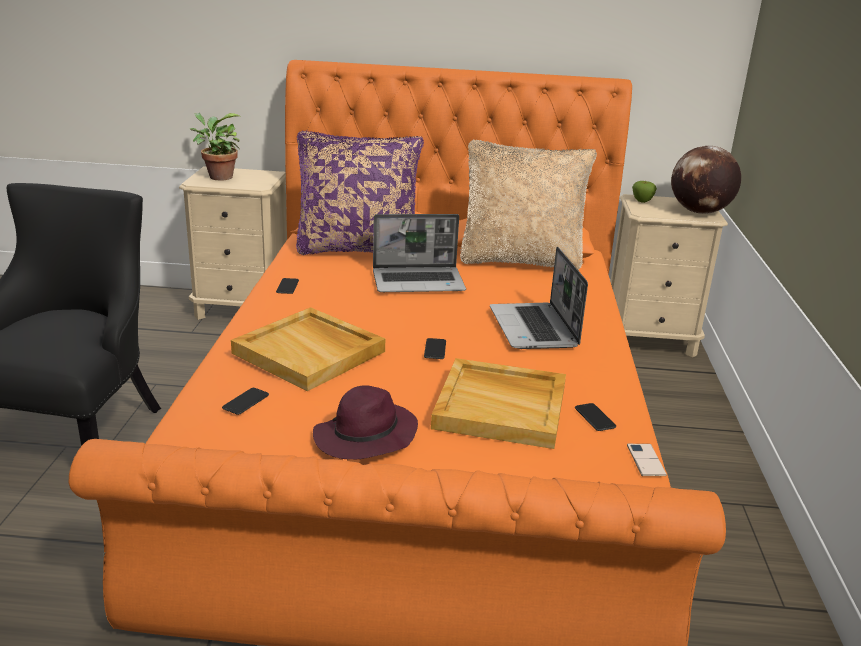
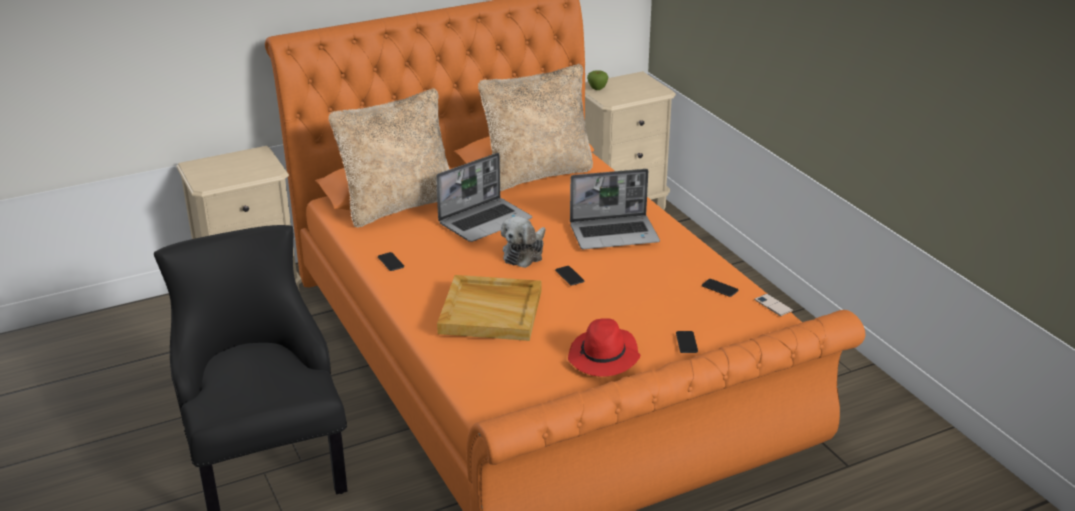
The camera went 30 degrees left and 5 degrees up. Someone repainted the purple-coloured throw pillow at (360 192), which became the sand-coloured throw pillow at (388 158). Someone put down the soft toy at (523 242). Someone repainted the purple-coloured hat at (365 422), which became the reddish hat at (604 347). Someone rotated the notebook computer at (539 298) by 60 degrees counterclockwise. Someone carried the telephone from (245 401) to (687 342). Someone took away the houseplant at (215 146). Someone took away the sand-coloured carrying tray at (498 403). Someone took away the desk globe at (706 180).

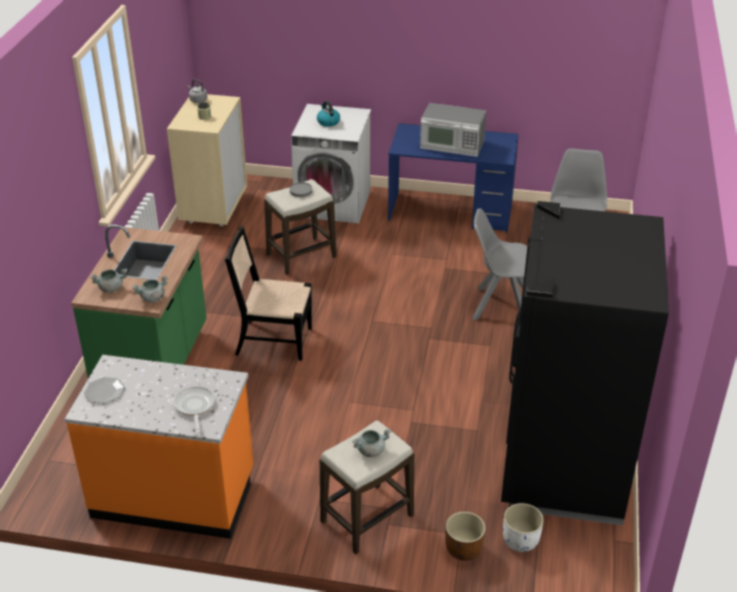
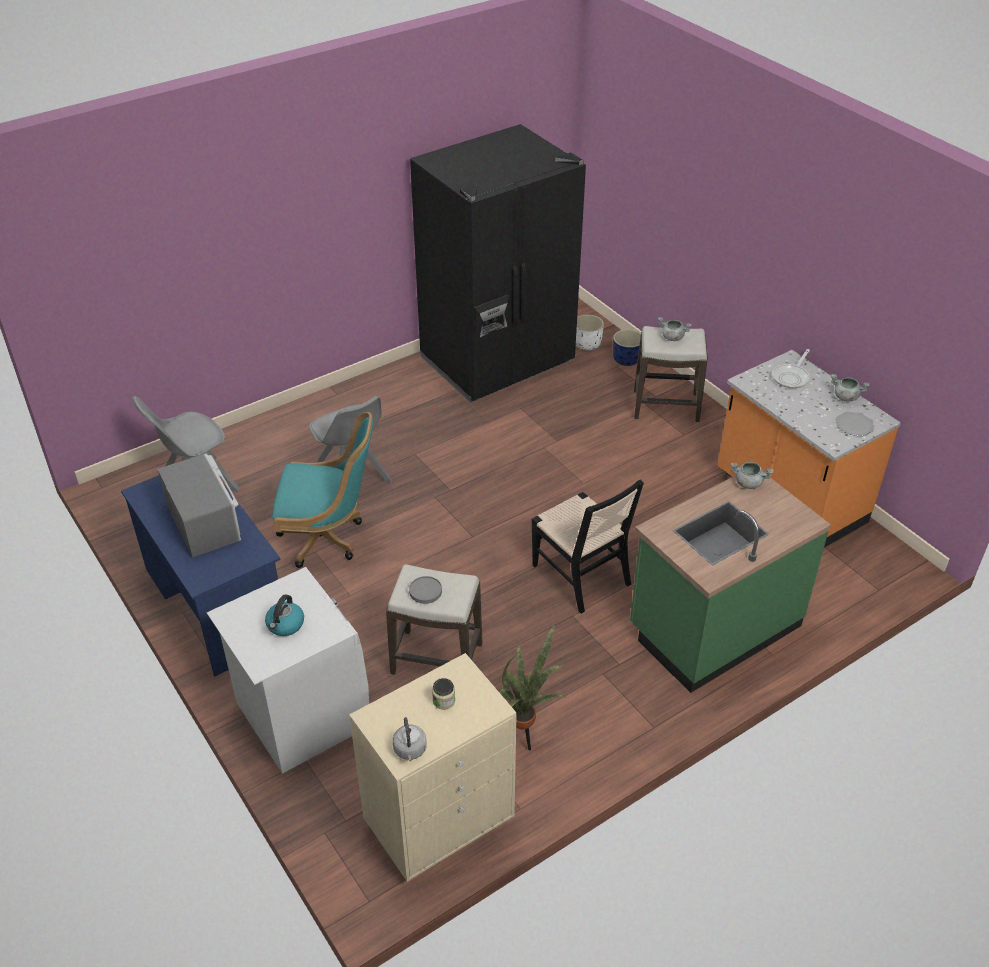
The camera went 135 degrees left and 5 degrees up. Someone put down the turquoise-coloured desk chair at (322 490). Someone put down the houseplant at (532 688). Someone repainted the brownish planter at (465 536), which became the blue-coloured planter at (627 347). Someone carried the grey stockpot from (108 280) to (850 388).

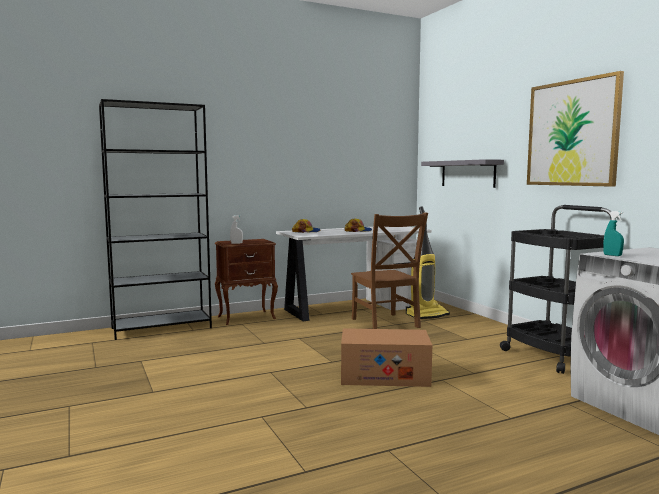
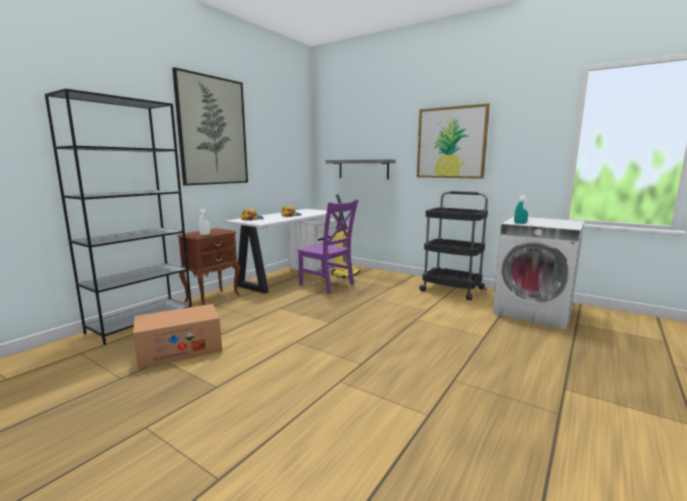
The camera went 30 degrees left and 5 degrees up. Someone carried the packing box from (386 357) to (177 336). Someone put up the wall art at (210 126). Someone repainted the brownish plain chair at (389 271), which became the purple-coloured plain chair at (327 246).

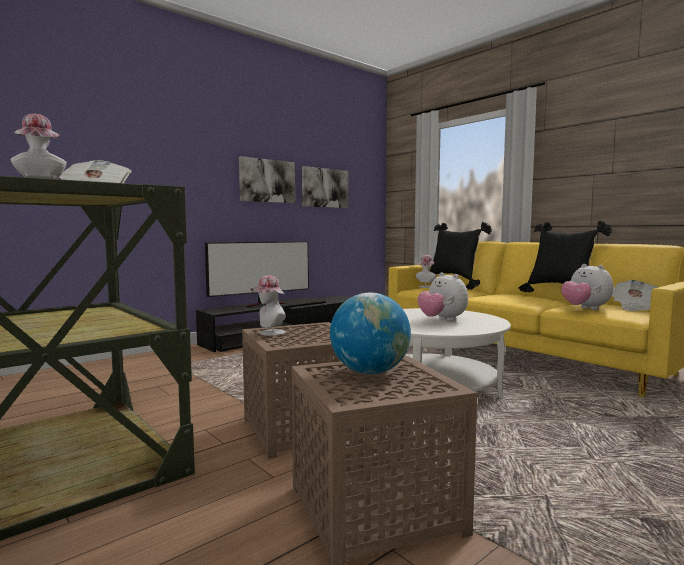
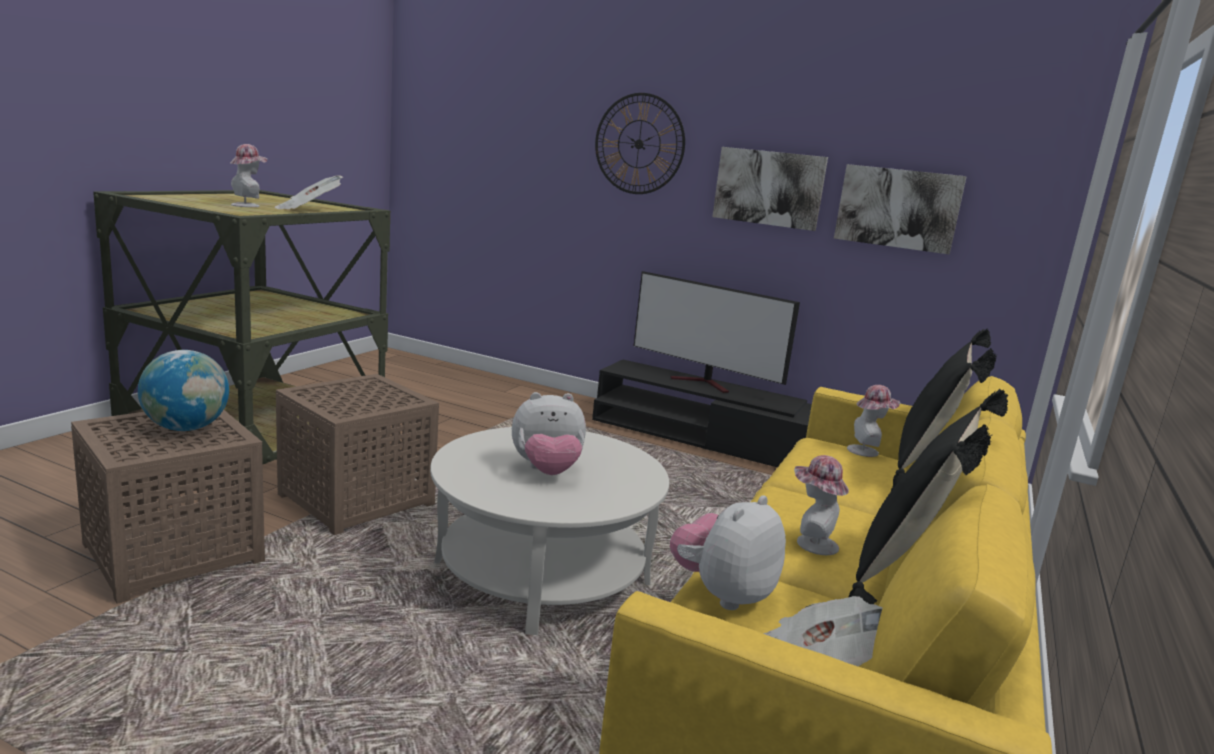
The camera went 65 degrees right and 10 degrees up. Someone rotated the soft toy at (442 296) by 135 degrees counterclockwise. Someone put up the wall clock at (640 143). Someone carried the hat from (268 305) to (821 505).

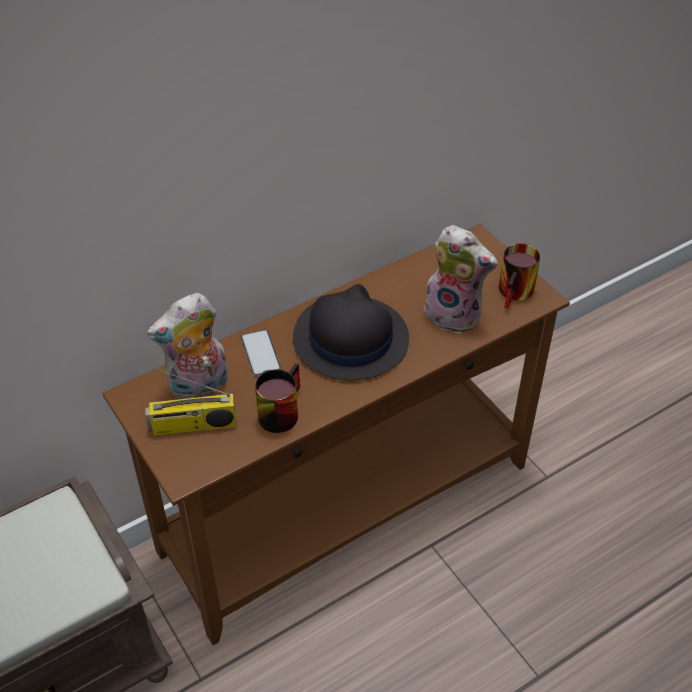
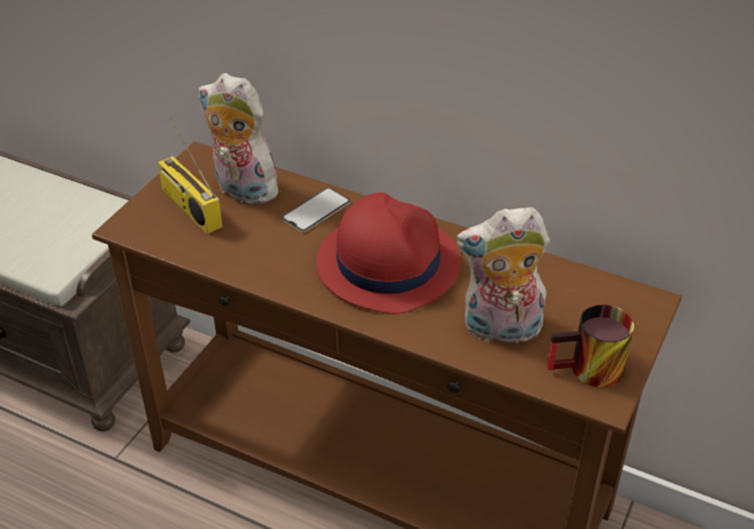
The camera went 60 degrees right and 5 degrees down. Someone repainted the black-coloured hat at (351 332), which became the reddish hat at (388 253). Someone rotated the soft toy at (459 279) by 90 degrees clockwise. Someone took away the coffee mug at (277 398).

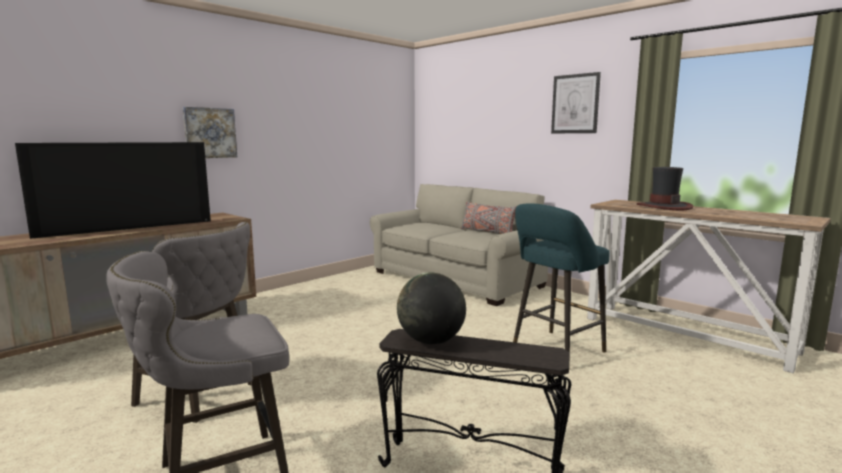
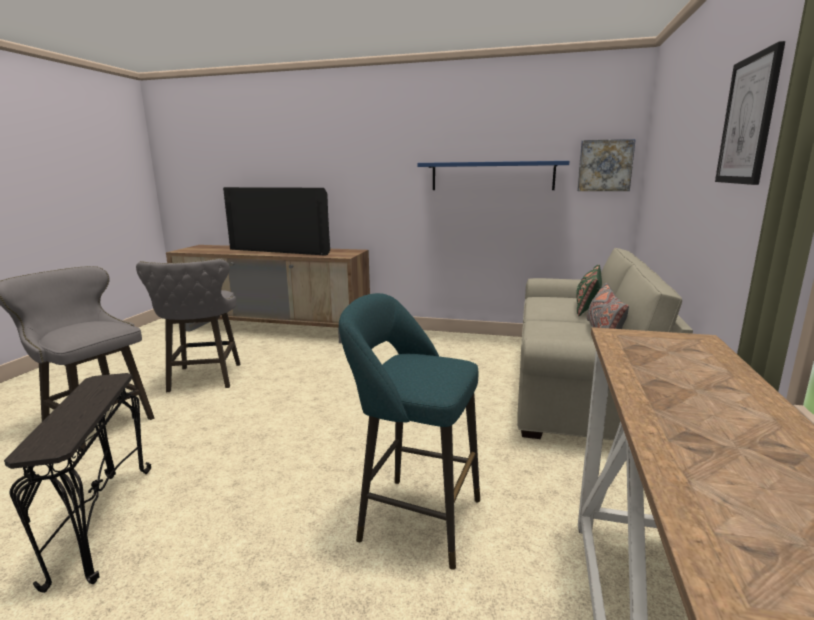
The camera went 60 degrees right and 5 degrees up. Someone put up the blue-coloured wall shelf at (493 175). Someone put down the greenish throw pillow at (589 290). Someone carried the wall art from (210 132) to (606 165). Someone took away the desk globe at (431 308). Someone took away the hat at (665 188).

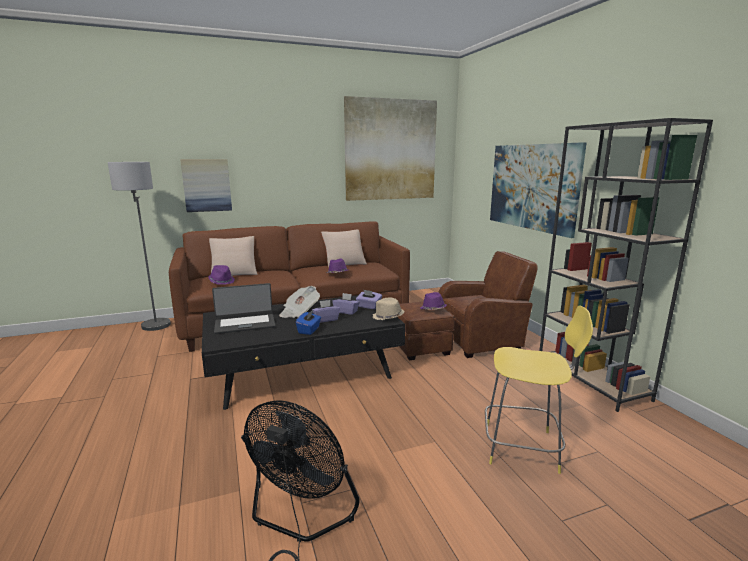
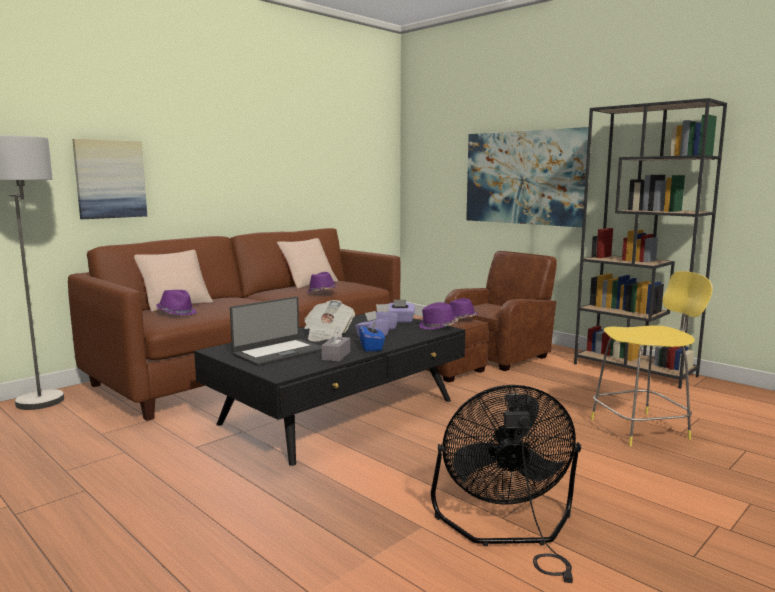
The camera went 25 degrees left and 5 degrees down. Someone put down the grey box of tissues at (335 344). Someone repainted the sand-coloured hat at (389 308), which became the purple-coloured hat at (438 315). Someone took away the wall art at (390 148).

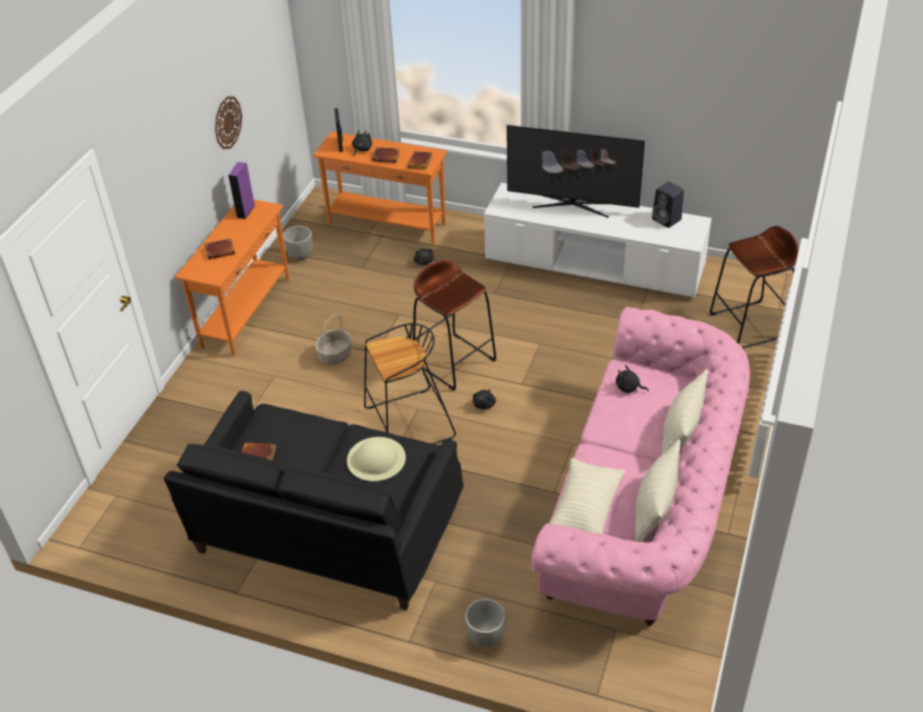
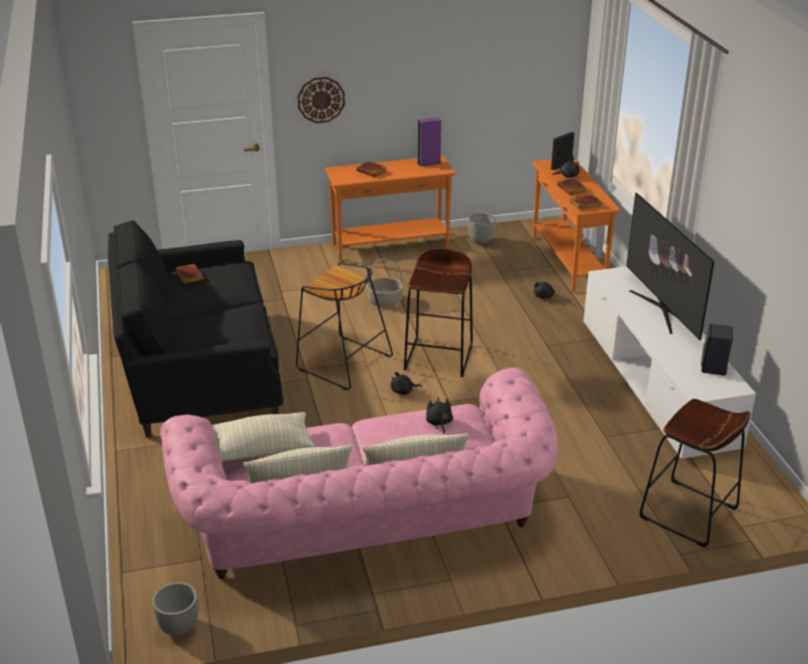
The camera went 55 degrees right and 10 degrees down. Someone carried the grey planter from (485 623) to (175 608). Someone carried the wall clock from (228 122) to (321 100). Someone took away the sand-coloured hat at (376 459).

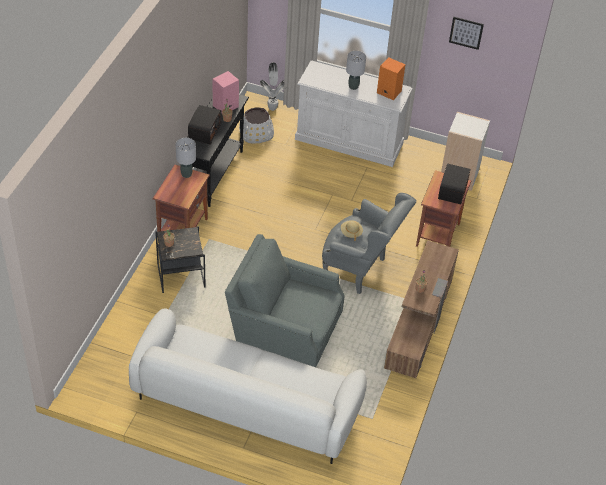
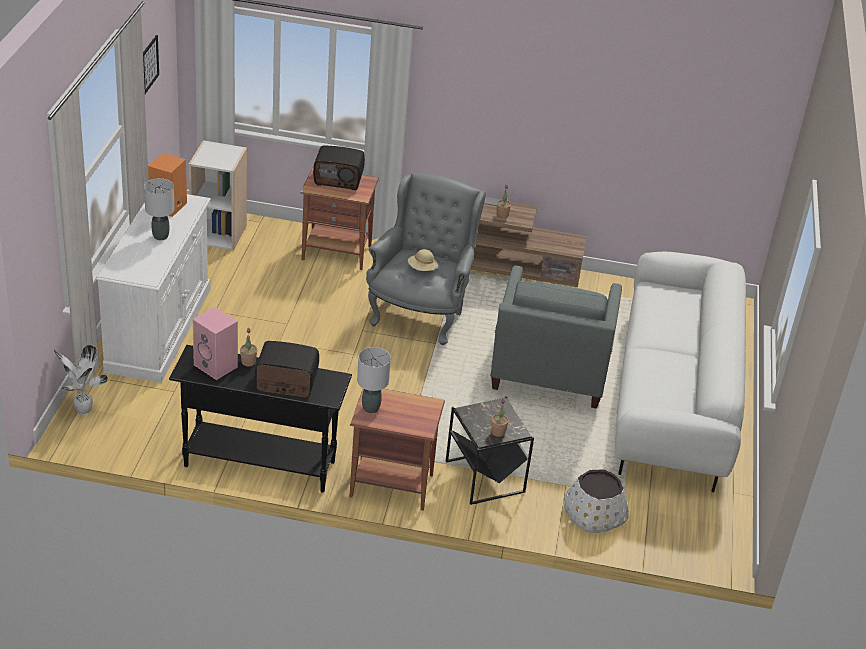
The camera went 100 degrees left and 10 degrees down. Someone carried the whitish planter from (256 125) to (596 501).

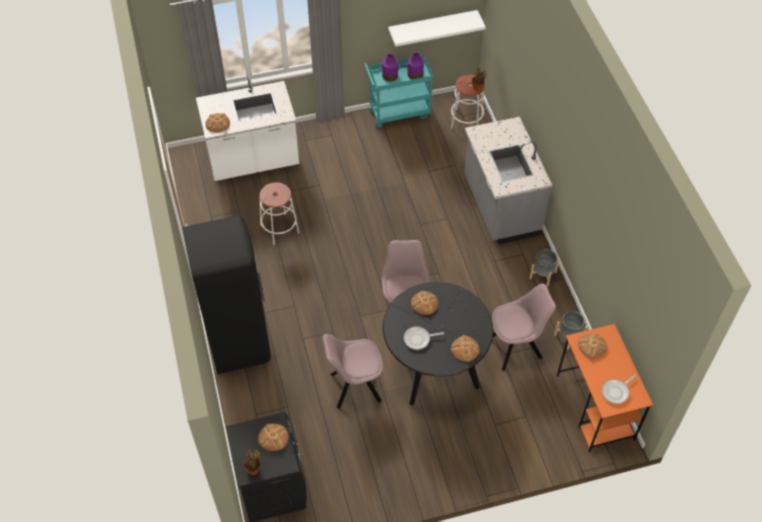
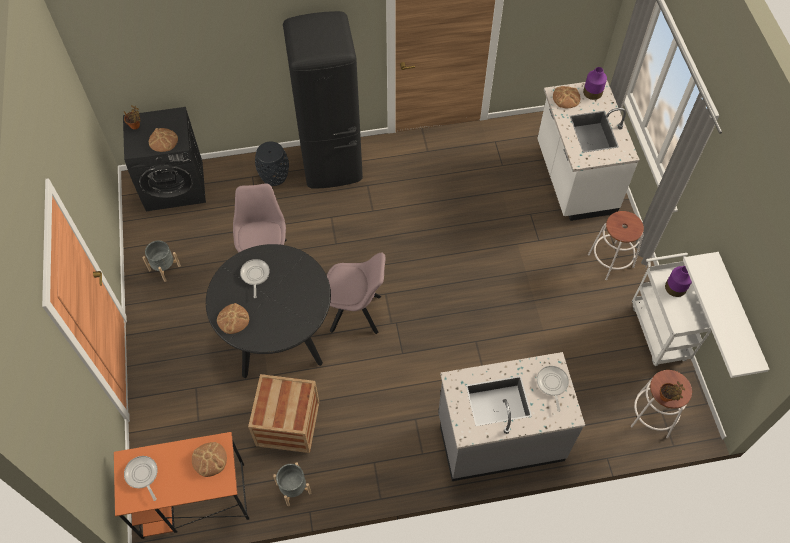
The camera went 95 degrees right and 5 degrees up. Someone carried the grey planter from (544 268) to (162 261). Someone swapped the pinkish plain chair at (524 327) for the shipping crate at (283 413). Someone put down the black-coloured stool at (272 164). Someone put down the frying pan at (553 389). Someone carried the purple-coloured decorative vase from (415 66) to (595 83). Someone carried the whitish stool from (279 213) to (616 245). Someone repainted the turquoise-coloured trolley at (398 91), which became the whitish trolley at (672 309). Someone took away the baked bread at (424 303).

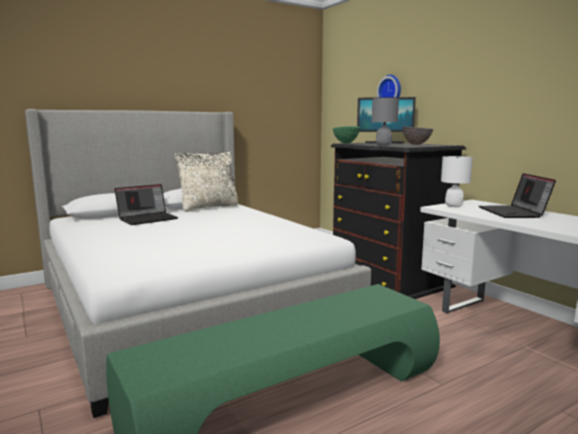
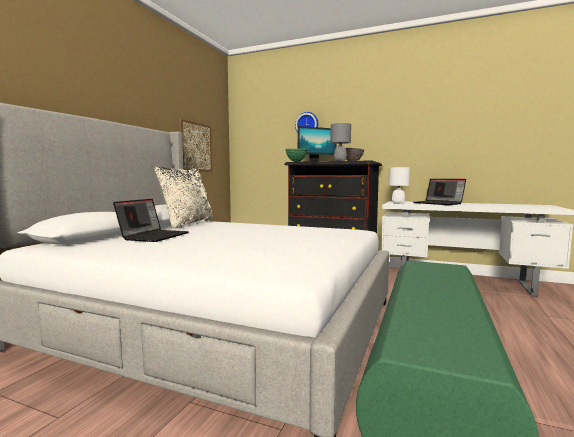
The camera went 35 degrees left and 5 degrees down. Someone put up the wall art at (196 145).

